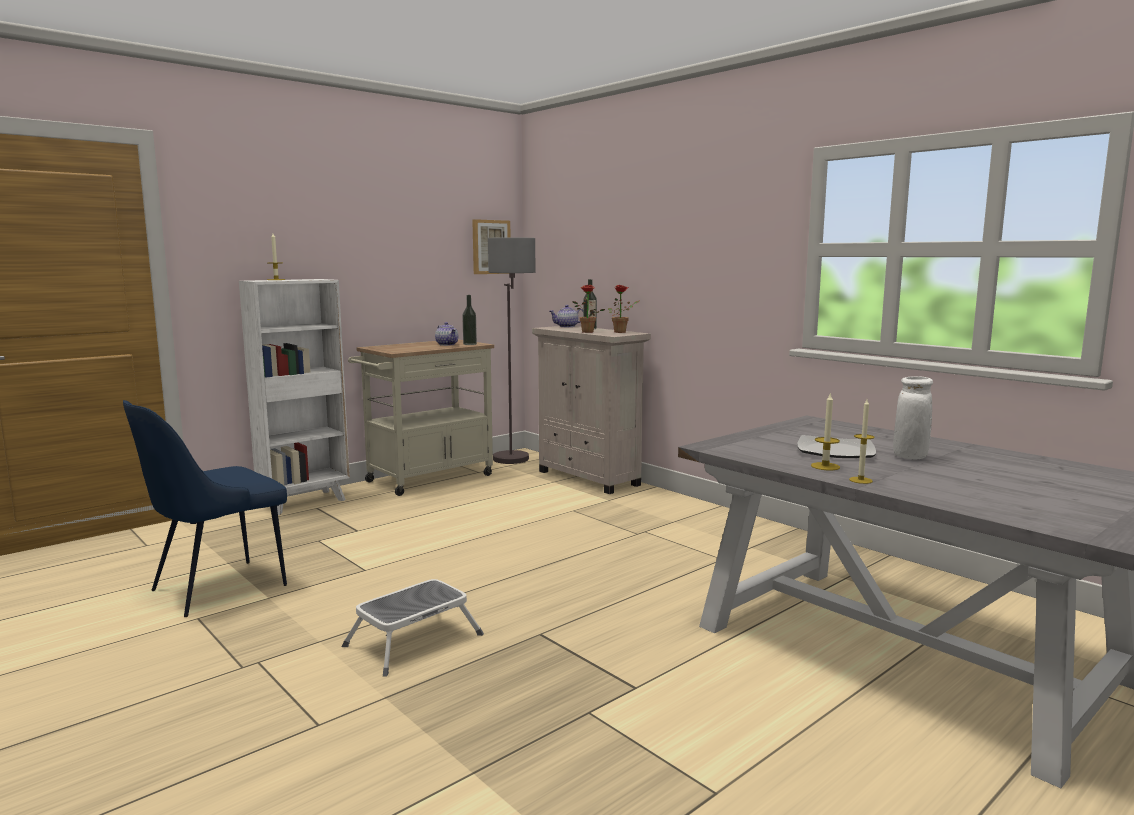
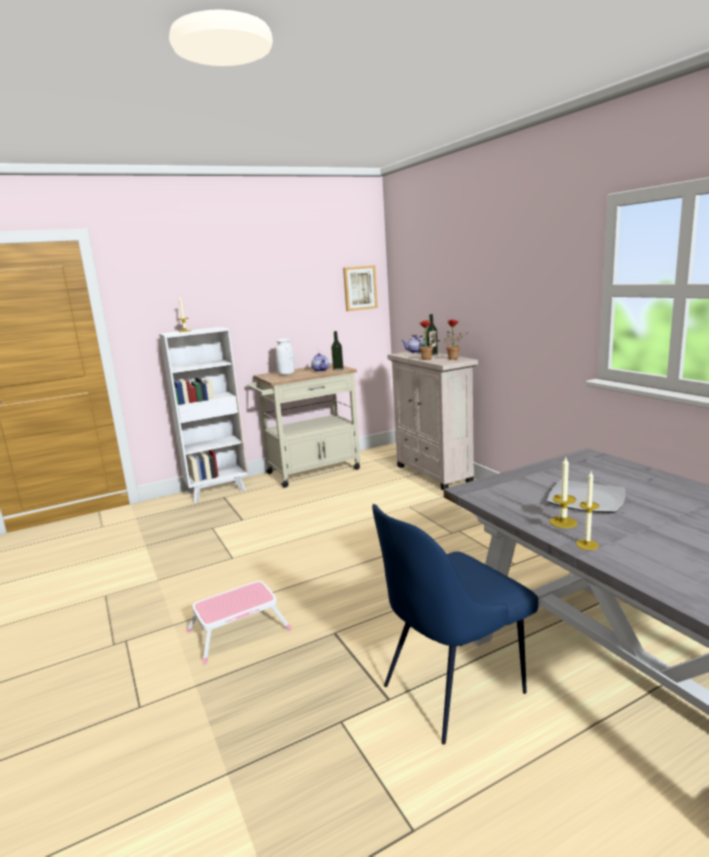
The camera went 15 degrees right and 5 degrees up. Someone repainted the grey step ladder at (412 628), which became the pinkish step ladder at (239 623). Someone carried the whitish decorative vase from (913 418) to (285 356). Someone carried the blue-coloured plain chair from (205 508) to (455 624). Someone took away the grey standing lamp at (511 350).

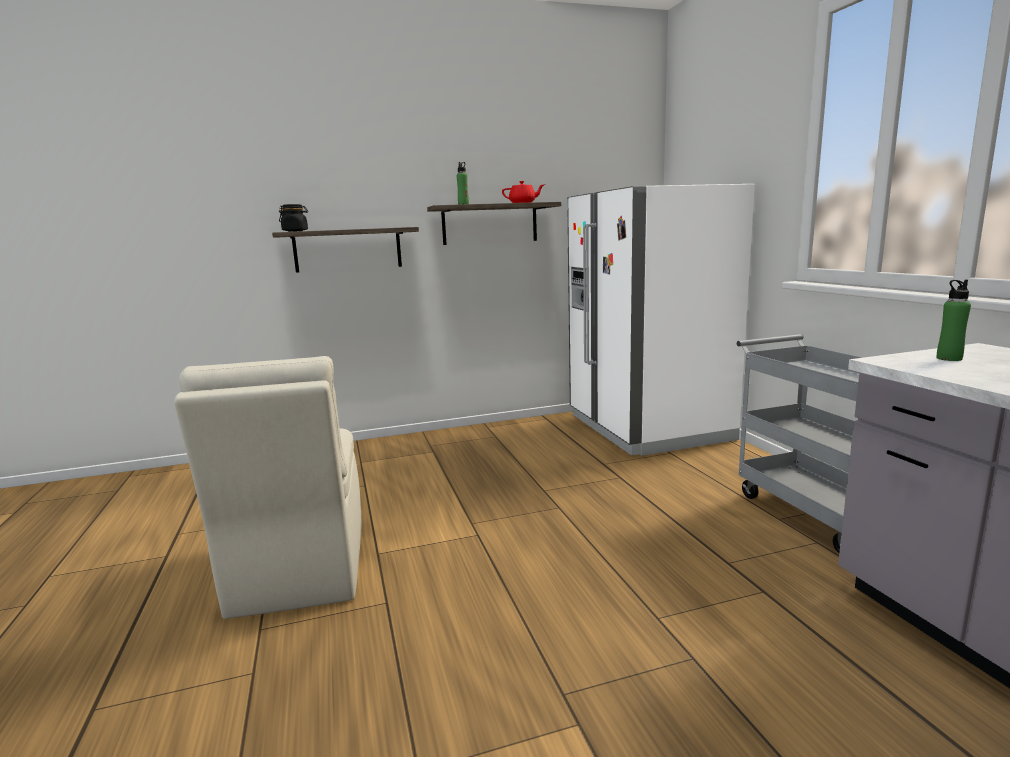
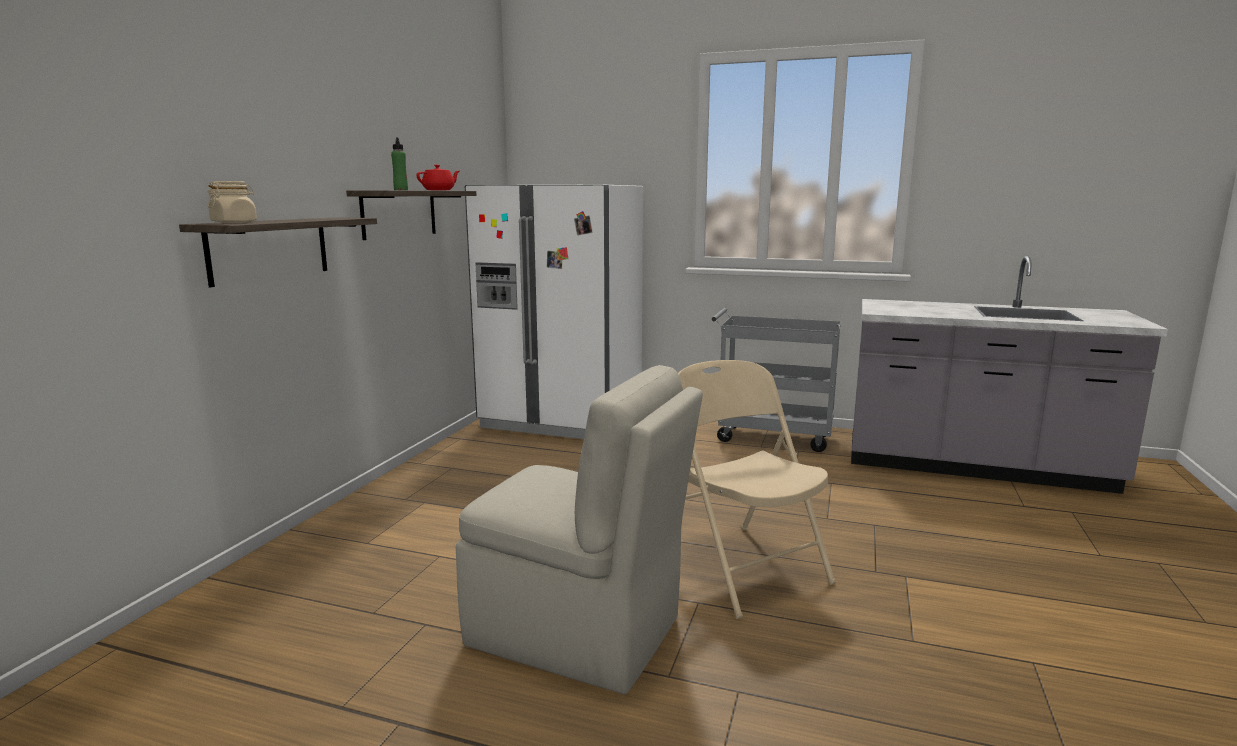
The camera went 55 degrees left and 0 degrees up. Someone repainted the black-coloured storage jar at (293 218), which became the sand-coloured storage jar at (232 202). Someone put down the sand-coloured plain chair at (757 489). Someone took away the greenish bottle at (954 320).

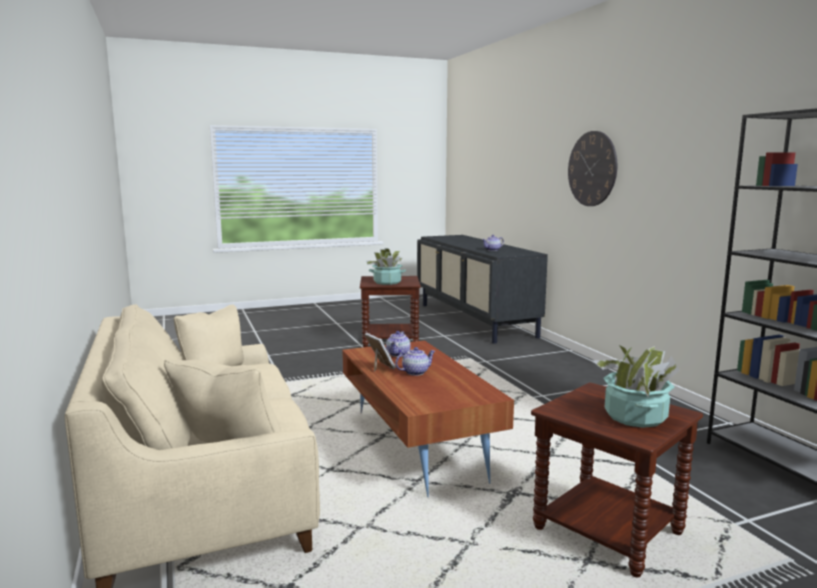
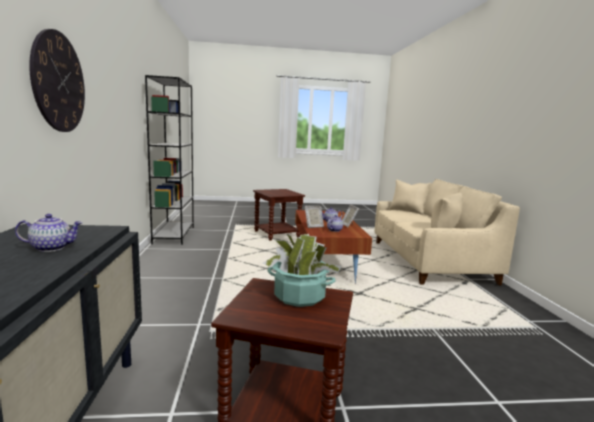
The camera went 165 degrees left and 0 degrees up. Someone put down the standing frame at (314 217). Someone took away the houseplant at (635 386).

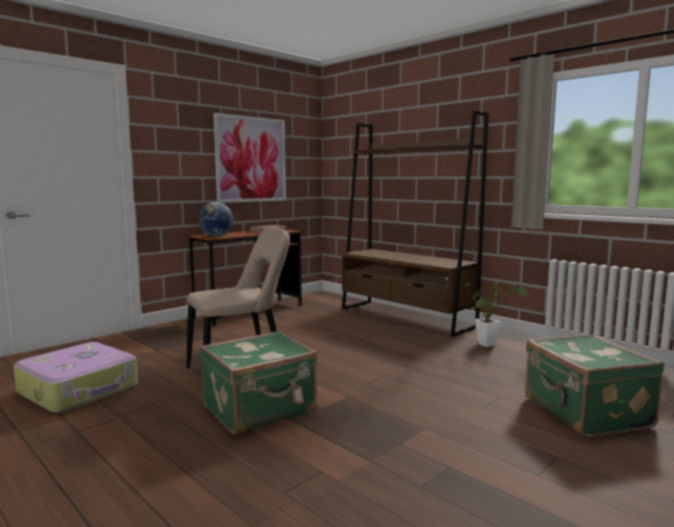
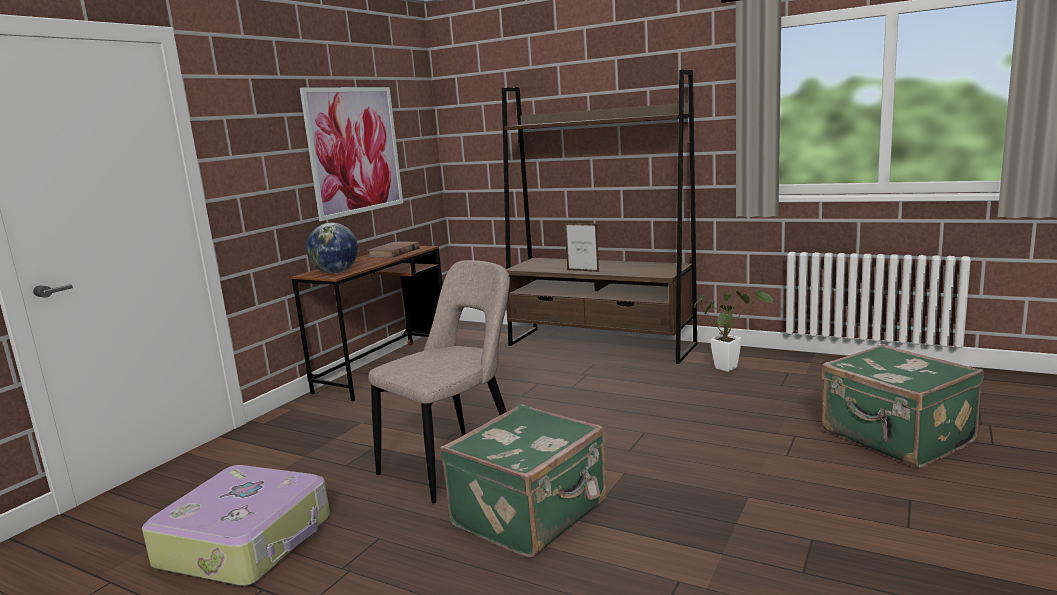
The camera went 15 degrees left and 5 degrees up. Someone put down the standing frame at (581 247).

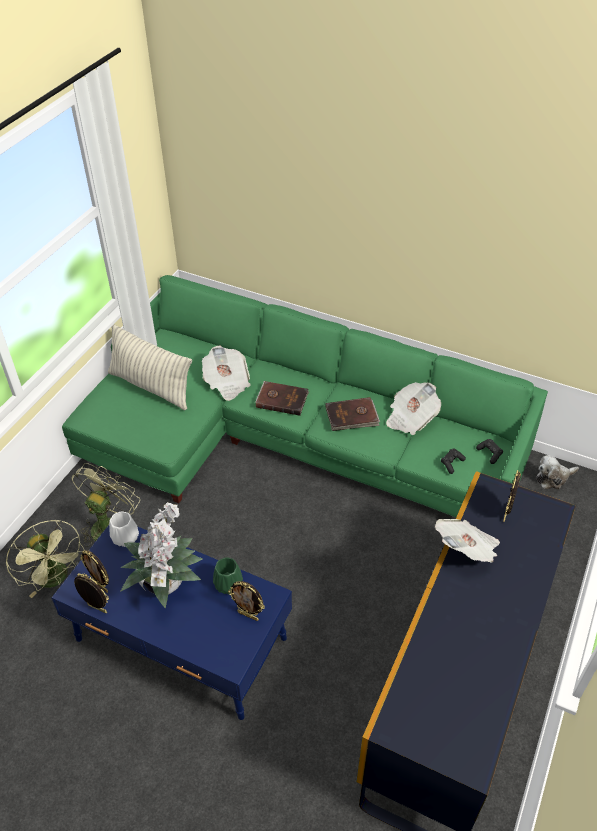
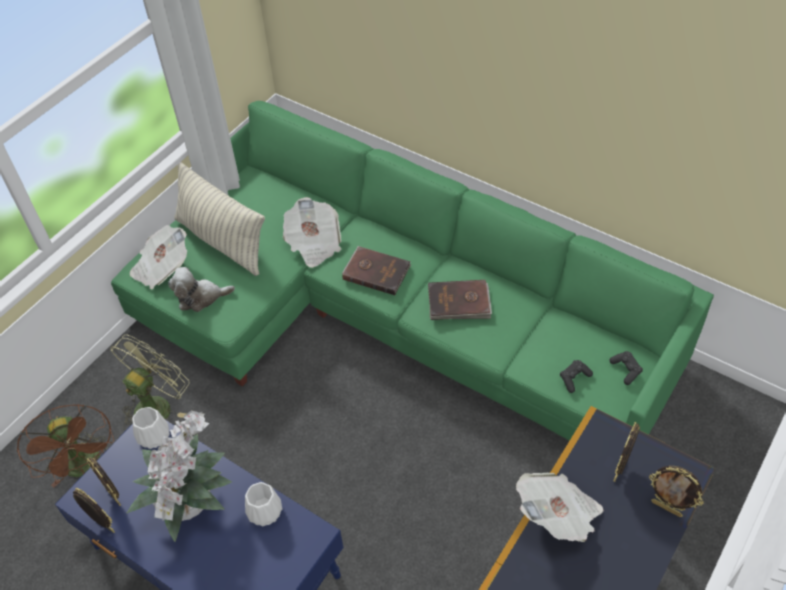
The camera went 10 degrees right and 5 degrees up. Someone repainted the greenish fan at (45 559), which became the brownish fan at (65 446). Someone carried the daily paper from (413 408) to (158 257). Someone carried the soft toy from (557 472) to (201 289). Someone repainted the greenish decorative vase at (228 575), which became the whitish decorative vase at (263 504). Someone carried the standing frame from (246 601) to (676 491).

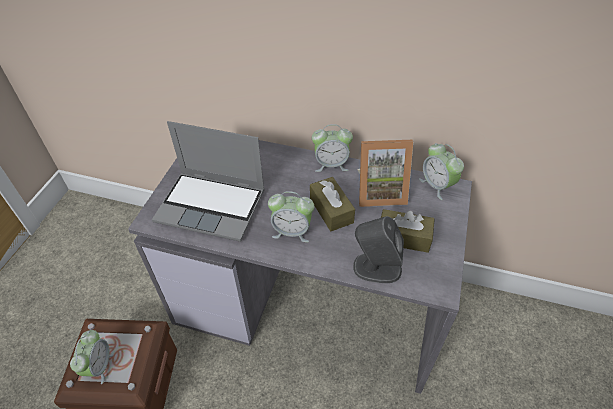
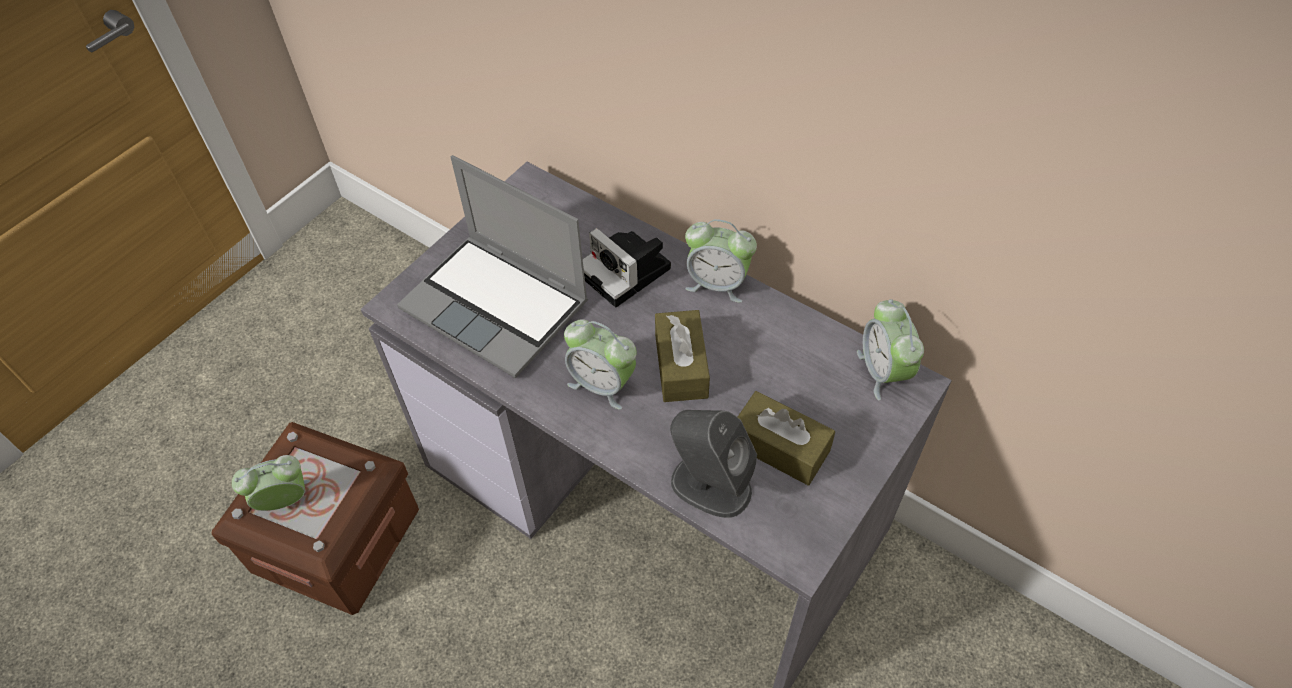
The camera went 20 degrees right and 5 degrees up. Someone rotated the table clock at (92 357) by 135 degrees counterclockwise. Someone put down the photo camera at (627 267). Someone took away the standing frame at (385 173).

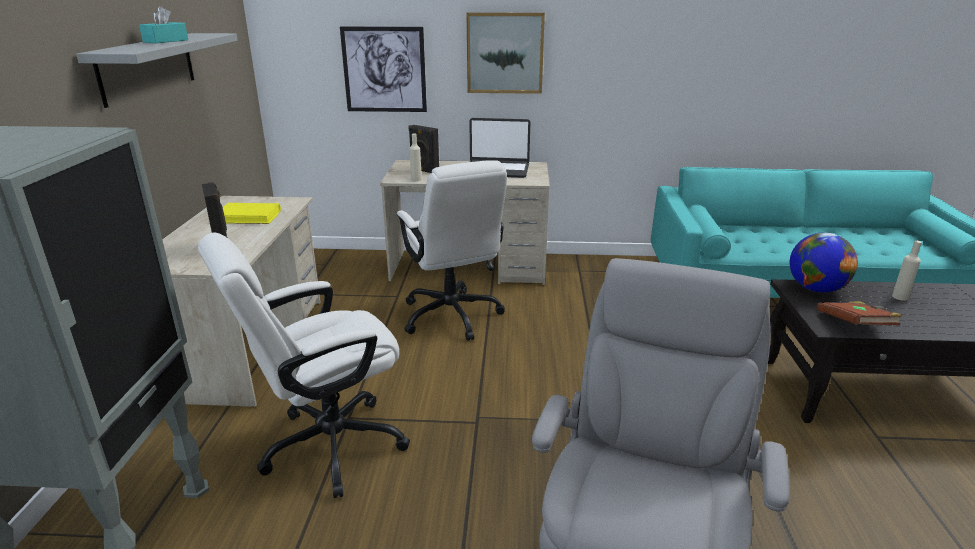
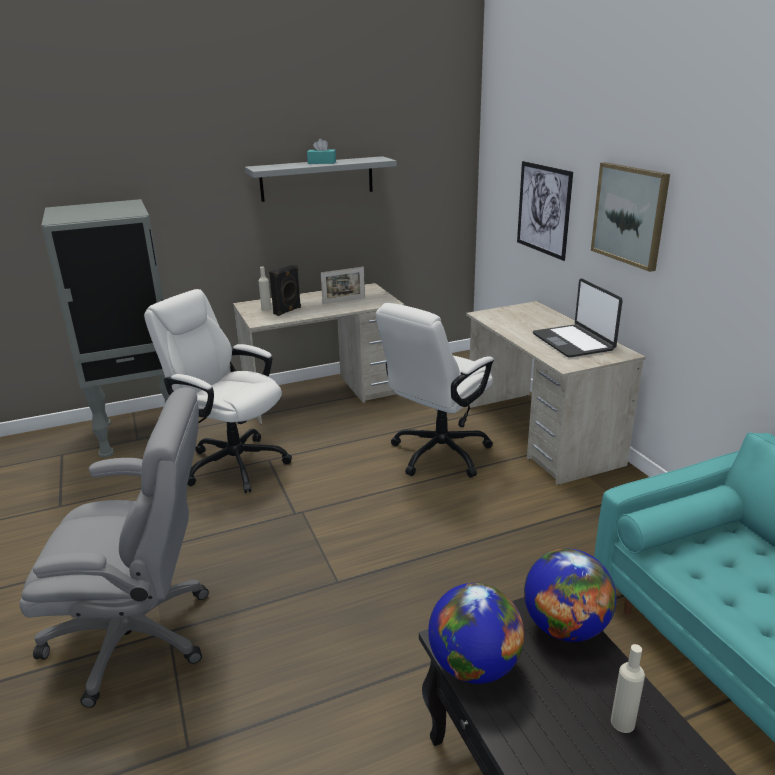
The camera went 65 degrees right and 0 degrees up. Someone carried the sand-coloured bottle from (415 157) to (264 289). Someone swapped the yellow-coloured bound book at (252 213) for the standing frame at (343 285). Someone swapped the brownish bound book at (859 313) for the desk globe at (476 633). Someone took away the black-coloured speaker at (423 149).

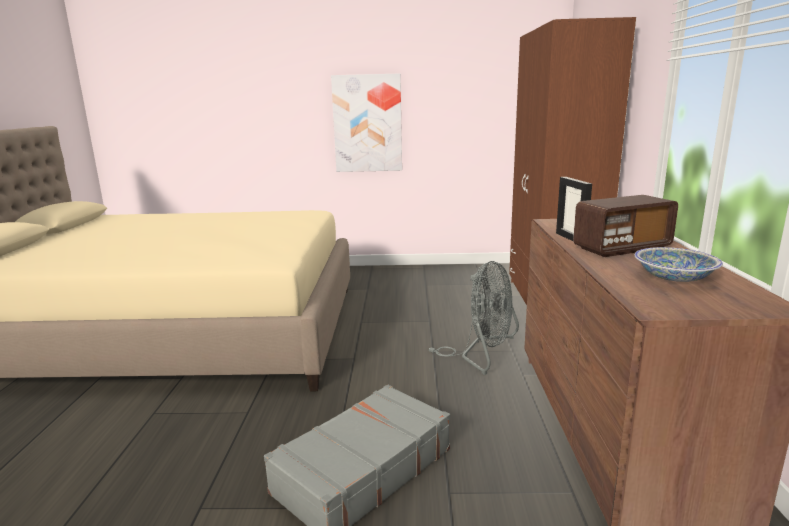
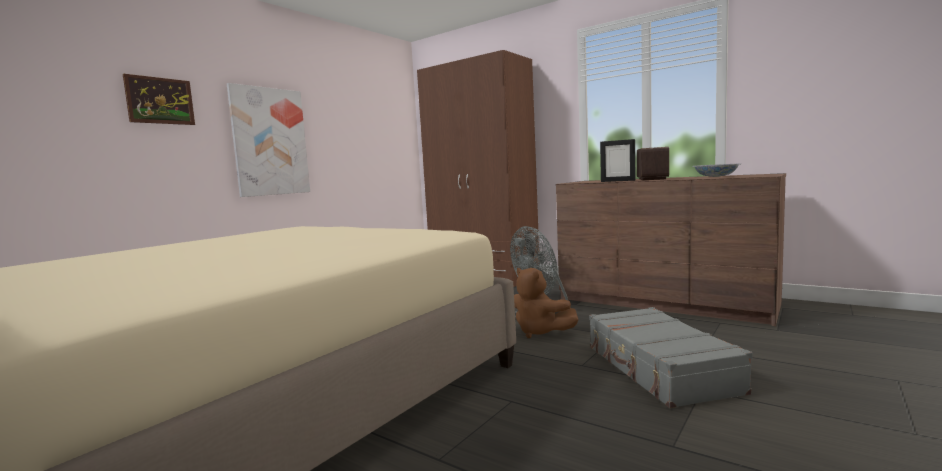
The camera went 55 degrees left and 10 degrees down. Someone put up the wall art at (159 99). Someone put down the brownish soft toy at (546 303).

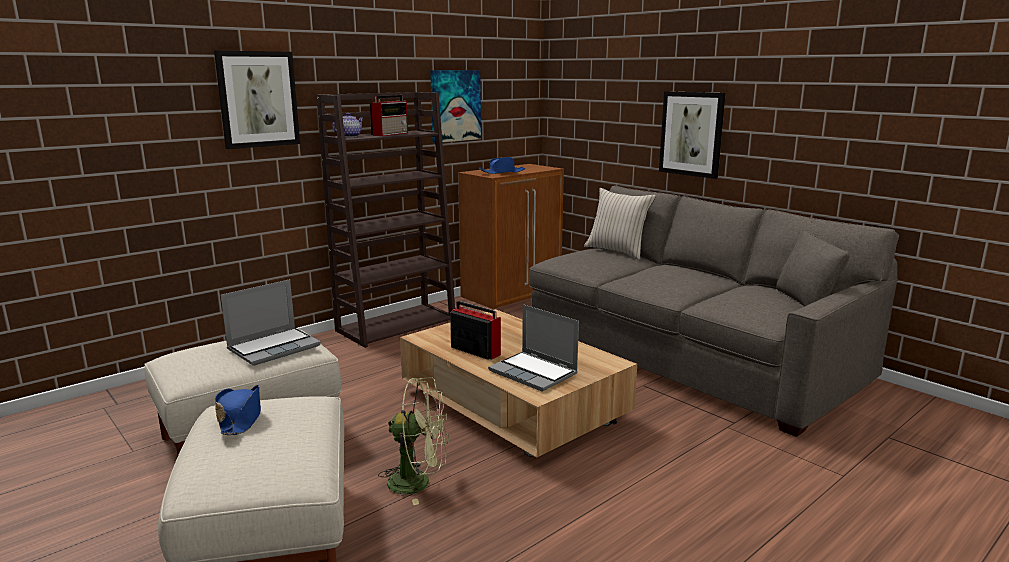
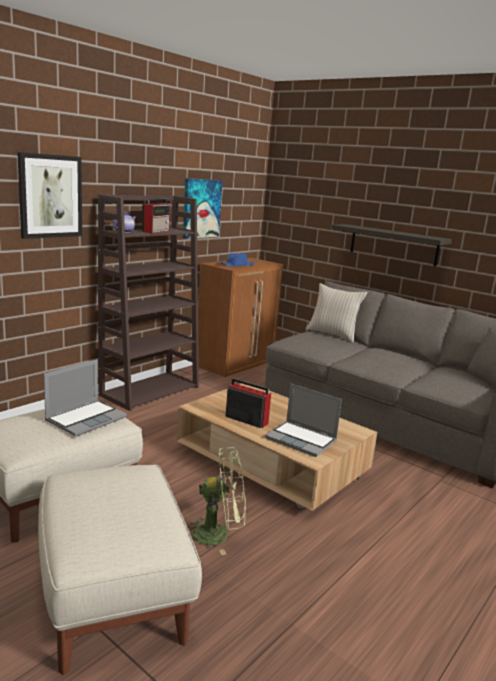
The camera went 10 degrees left and 0 degrees up. Someone swapped the wall art at (692 135) for the wall shelf at (392 245). Someone took away the blue-coloured hat at (238 410).

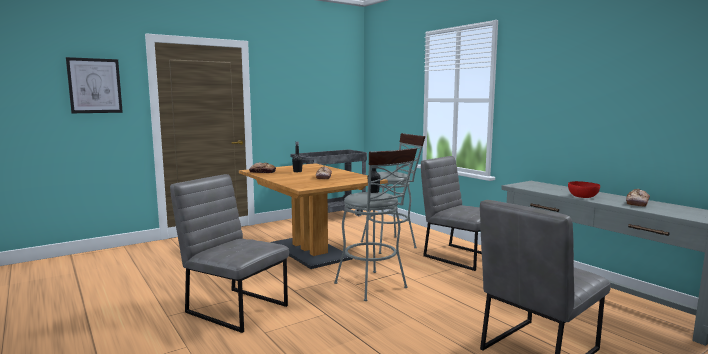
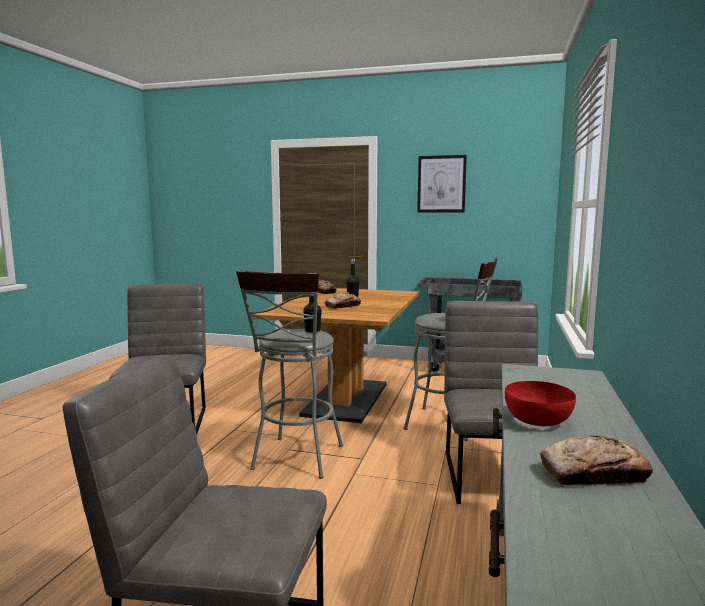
The camera went 50 degrees right and 0 degrees up. Someone carried the wall art from (94 85) to (442 184).

